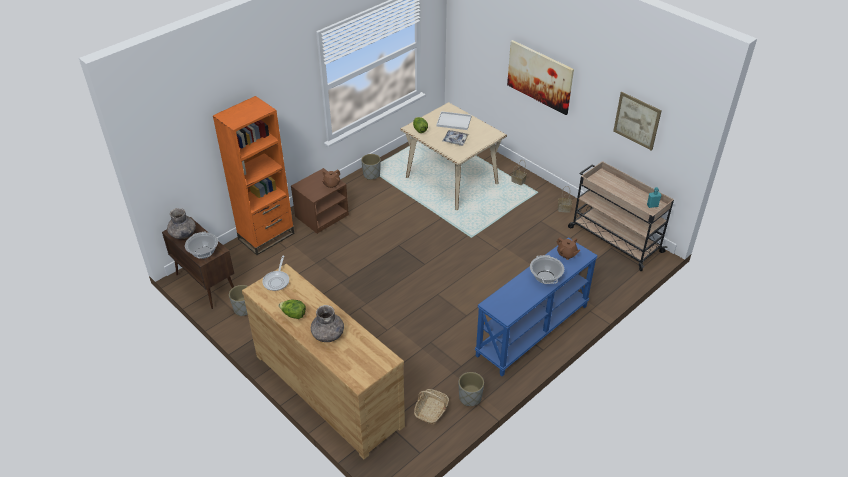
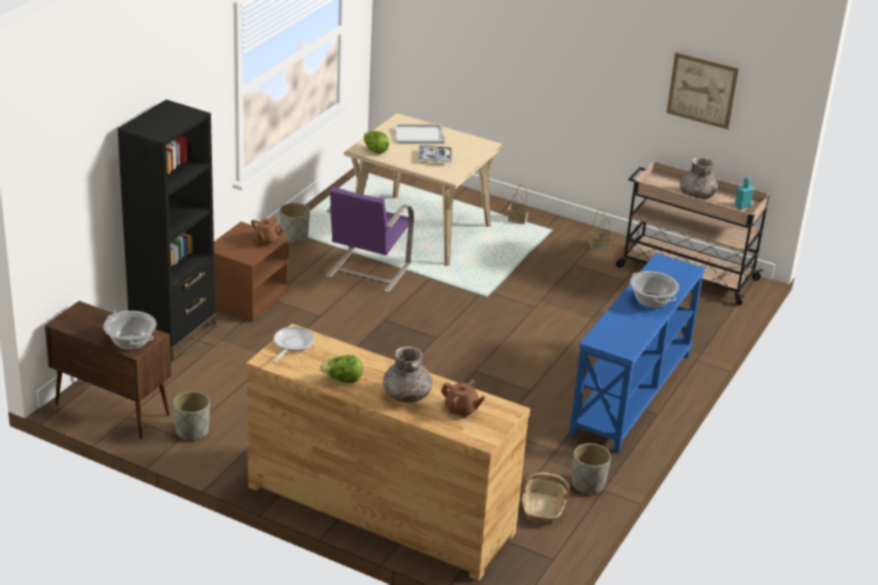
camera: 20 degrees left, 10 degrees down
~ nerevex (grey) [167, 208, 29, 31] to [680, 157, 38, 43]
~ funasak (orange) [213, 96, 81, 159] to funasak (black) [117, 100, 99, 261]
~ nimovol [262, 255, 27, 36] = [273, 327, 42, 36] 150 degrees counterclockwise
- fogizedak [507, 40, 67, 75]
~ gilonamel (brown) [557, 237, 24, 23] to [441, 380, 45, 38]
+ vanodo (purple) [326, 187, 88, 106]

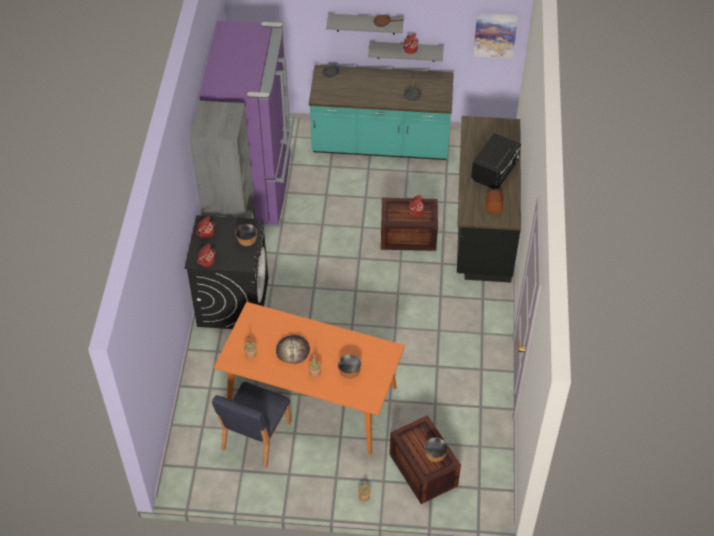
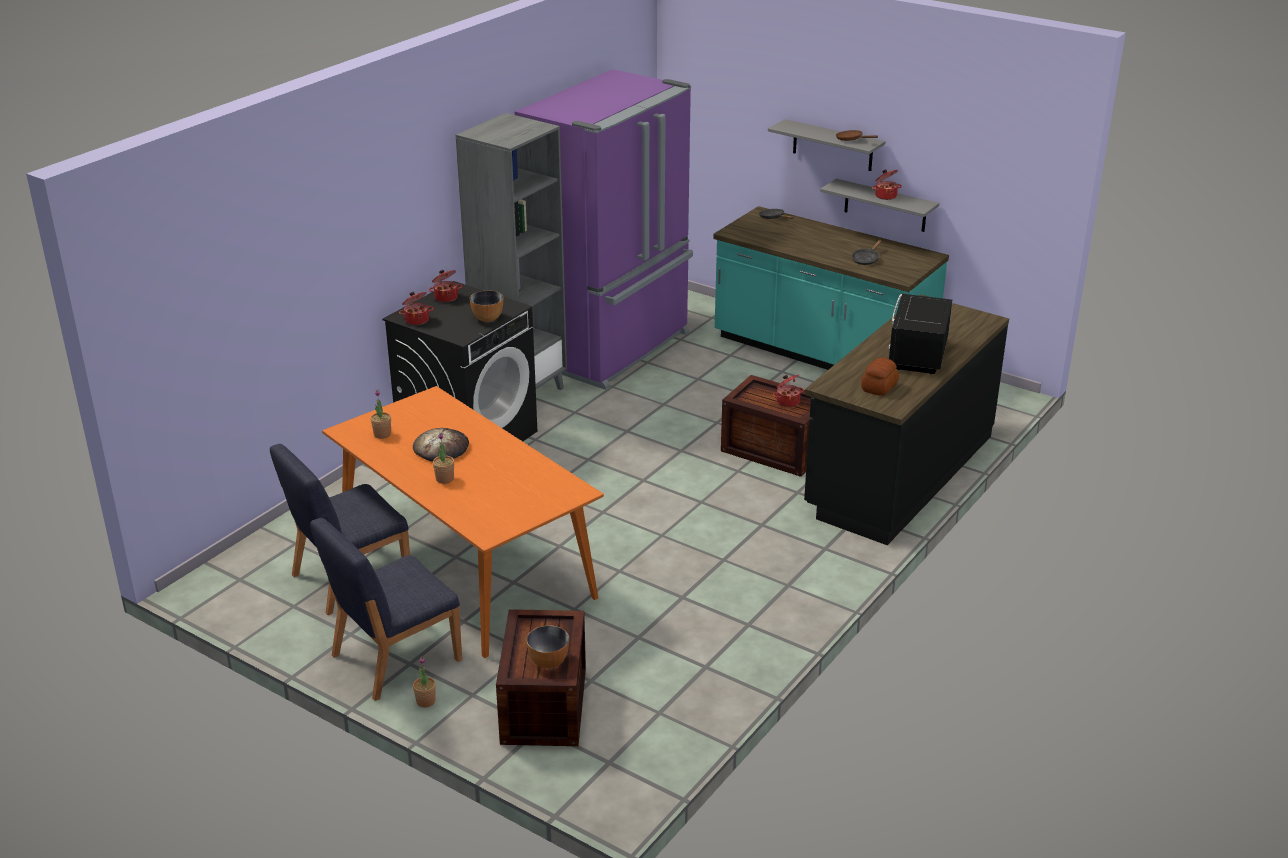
camera: 30 degrees right, 20 degrees down
- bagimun [338, 354, 23, 25]
~ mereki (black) [471, 133, 50, 56] = [888, 294, 64, 80] 135 degrees clockwise
- fogizedak [473, 13, 45, 46]
+ vanodo (blue) [310, 518, 152, 183]

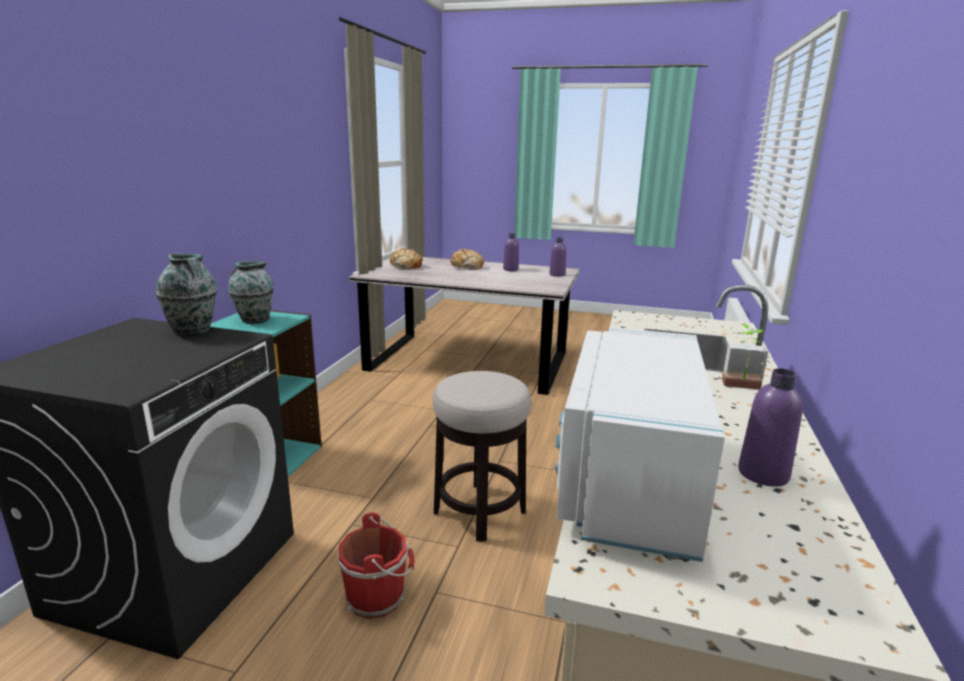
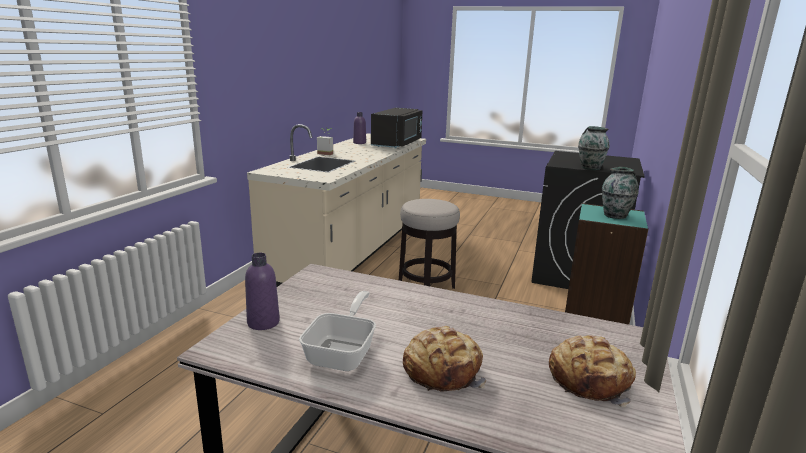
camera: 175 degrees left, 0 degrees up
- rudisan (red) [337, 513, 77, 106]
~ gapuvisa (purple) [503, 233, 16, 38] to nimovol [299, 291, 77, 80]
~ mereki (white) [555, 327, 170, 235] to mereki (black) [371, 108, 51, 41]

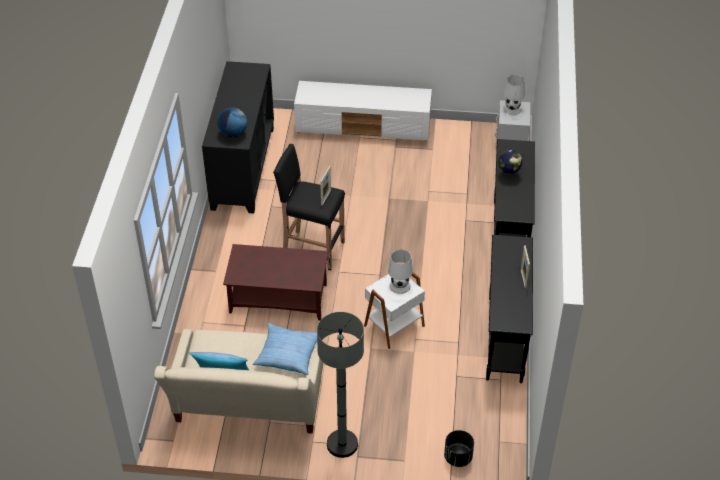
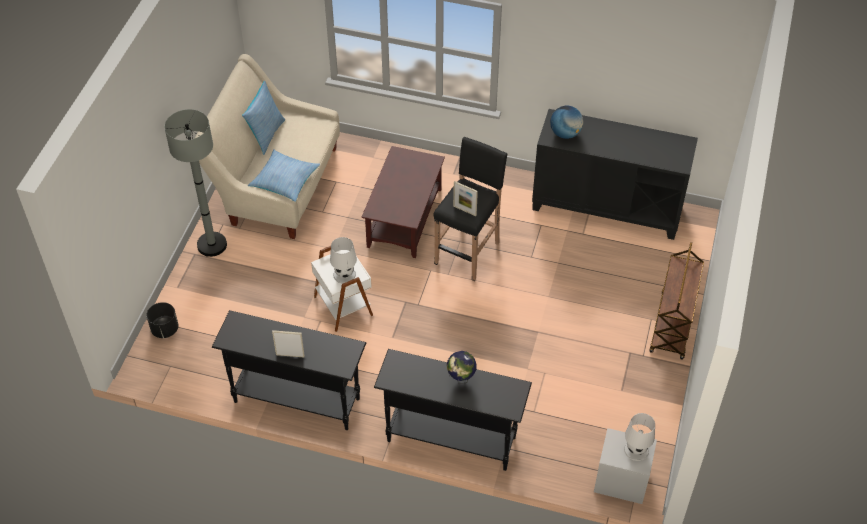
camera: 100 degrees right, 5 degrees up
~ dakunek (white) [294, 81, 138, 60] to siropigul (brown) [650, 242, 54, 118]

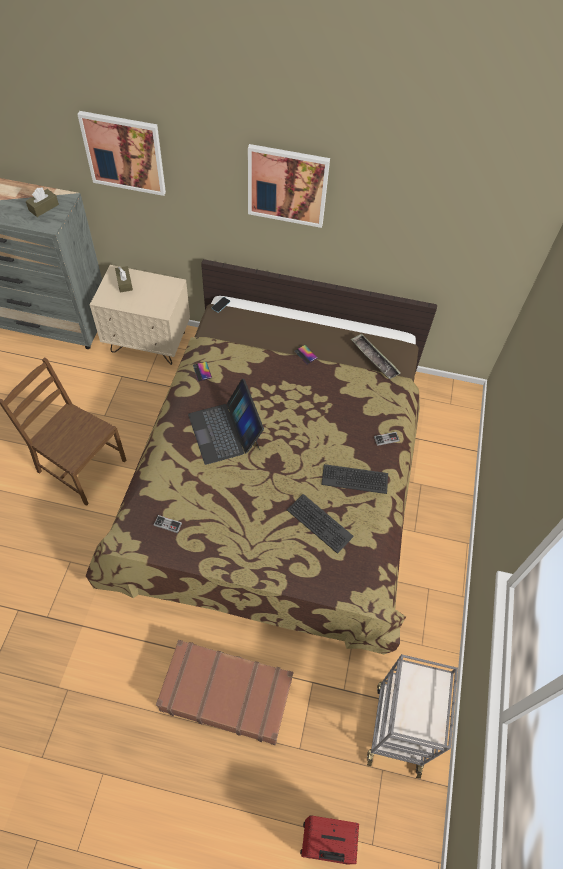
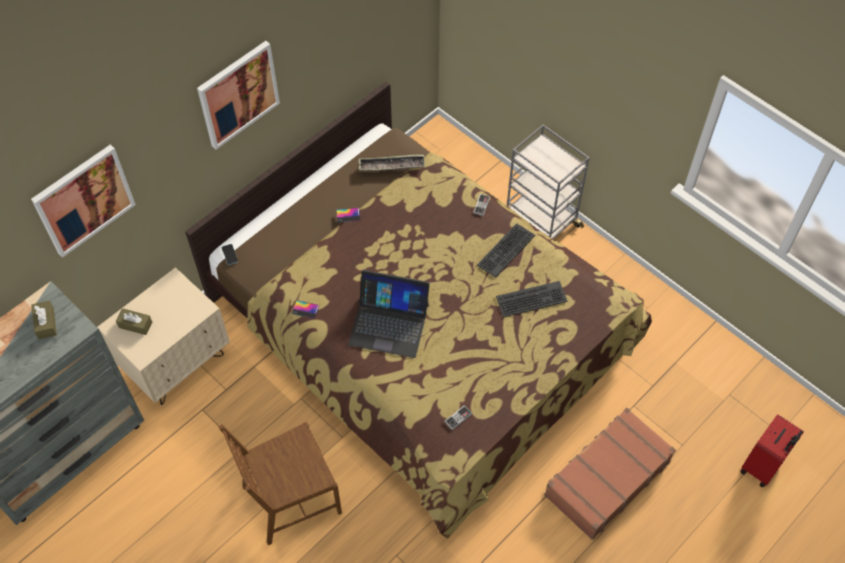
camera: 55 degrees left, 0 degrees up
~ siropigul (grey) [367, 654, 91, 125] to [507, 125, 83, 114]

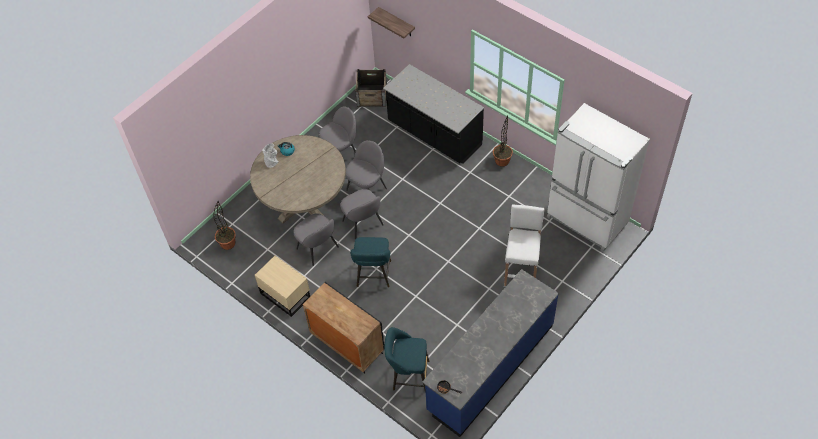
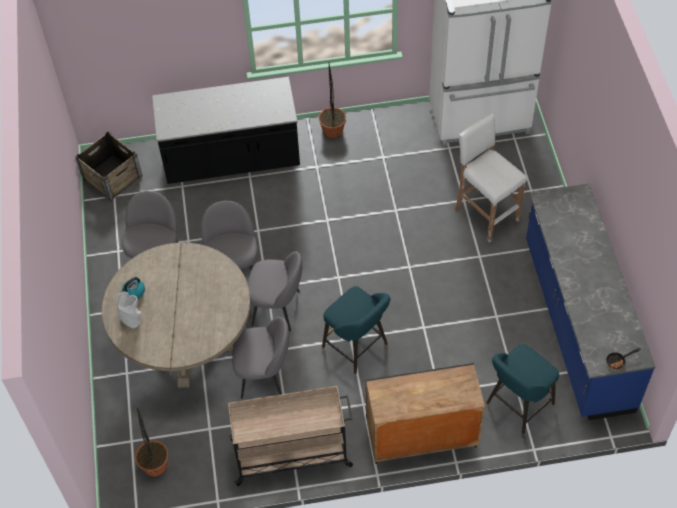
camera: 50 degrees left, 0 degrees up
~ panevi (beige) [255, 256, 55, 61] to siropigul (beige) [228, 386, 125, 100]
- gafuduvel [368, 7, 47, 31]

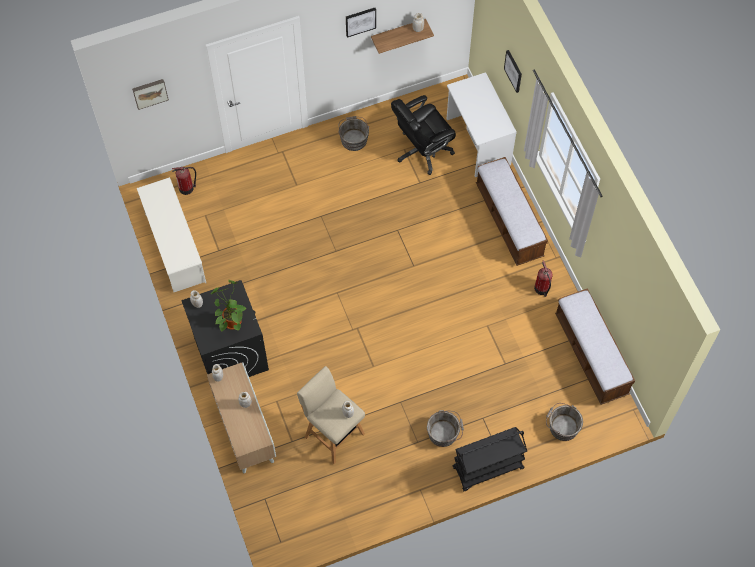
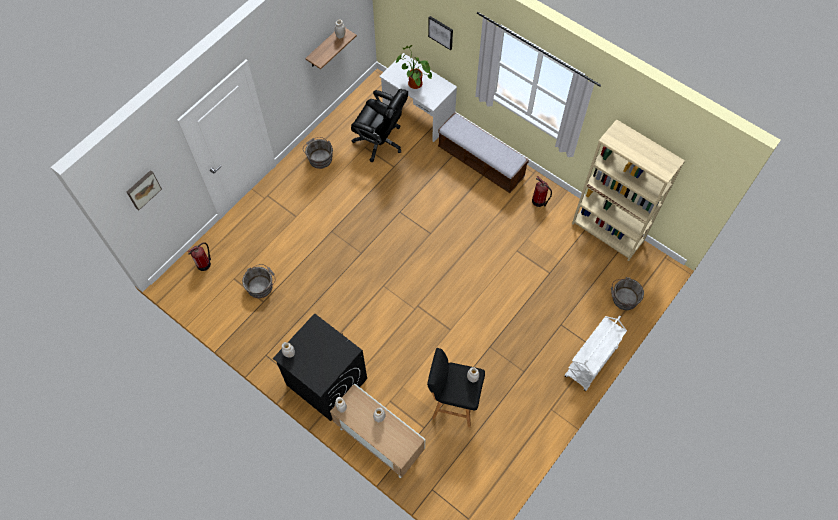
camera: 30 degrees left, 0 degrees up
- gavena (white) [137, 177, 69, 115]
~ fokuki [211, 280, 35, 51] to [396, 45, 36, 44]
~ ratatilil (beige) [297, 366, 68, 98] to ratatilil (black) [427, 348, 58, 80]
- fogizedak [346, 8, 30, 30]
~ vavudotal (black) [391, 95, 65, 80] = [351, 89, 57, 73] 90 degrees counterclockwise
~ rudisan (grey) [427, 410, 37, 37] to [242, 264, 34, 34]
~ siropigul (black) [453, 427, 74, 64] to siropigul (white) [564, 316, 63, 75]
~ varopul [555, 288, 80, 117] to funasak (beige) [572, 119, 113, 142]

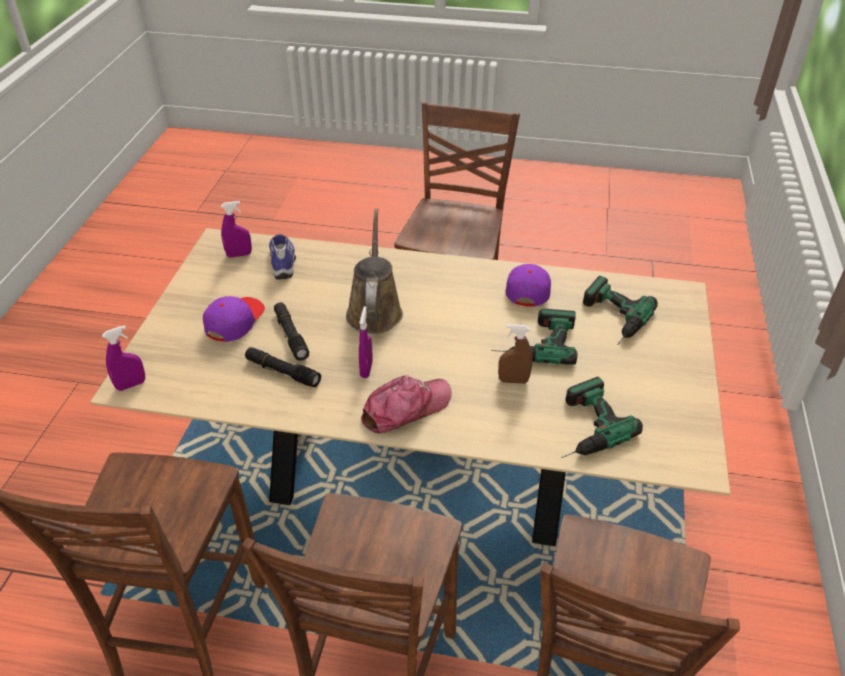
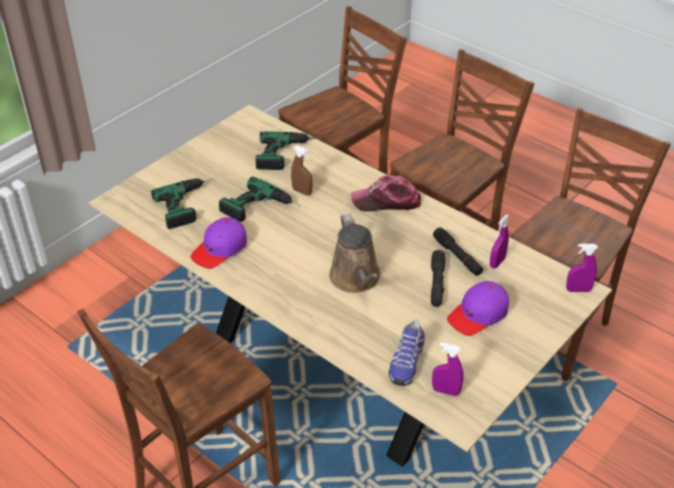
camera: 150 degrees left, 0 degrees up
~ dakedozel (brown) [346, 208, 57, 126] = [329, 213, 51, 80] 45 degrees counterclockwise
~ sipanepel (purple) [359, 306, 14, 72] to [490, 214, 20, 55]

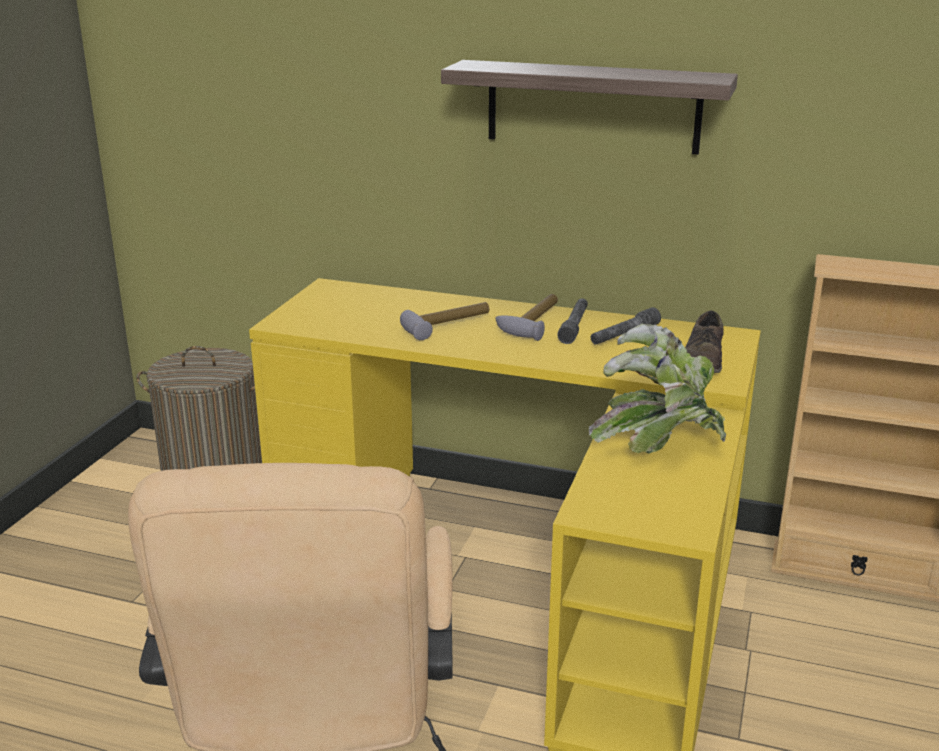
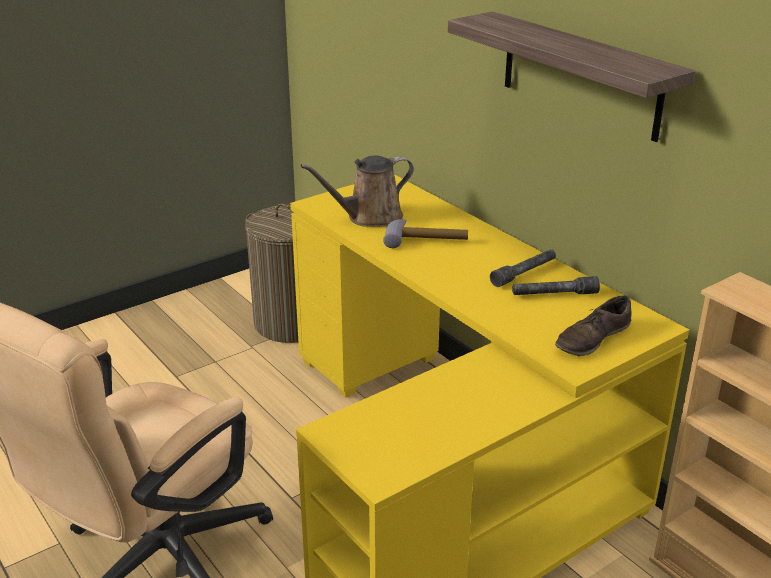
camera: 35 degrees right, 5 degrees up
- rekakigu [496, 294, 62, 47]
- fokuki [589, 324, 137, 130]
+ dakedozel (brown) [300, 155, 114, 72]

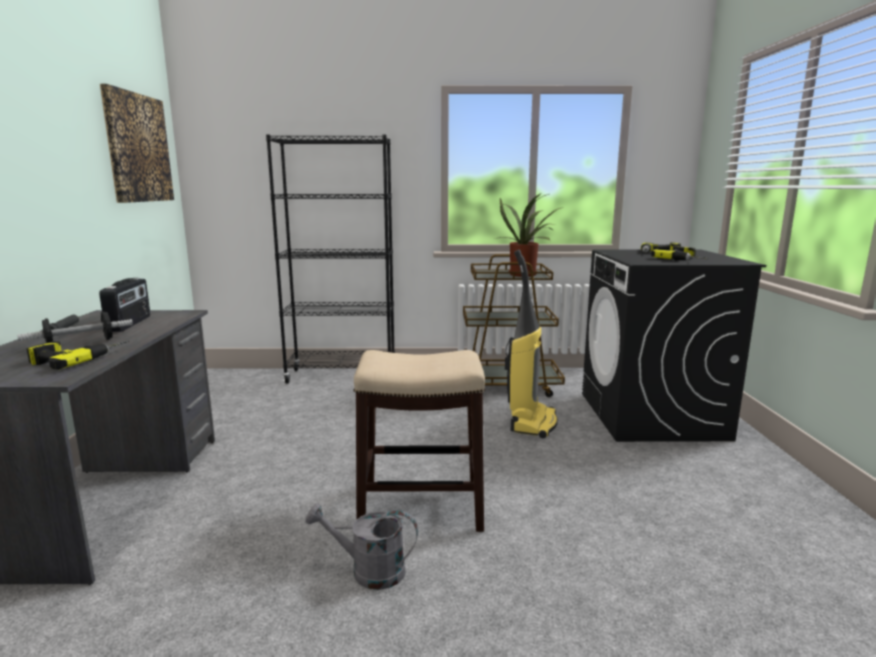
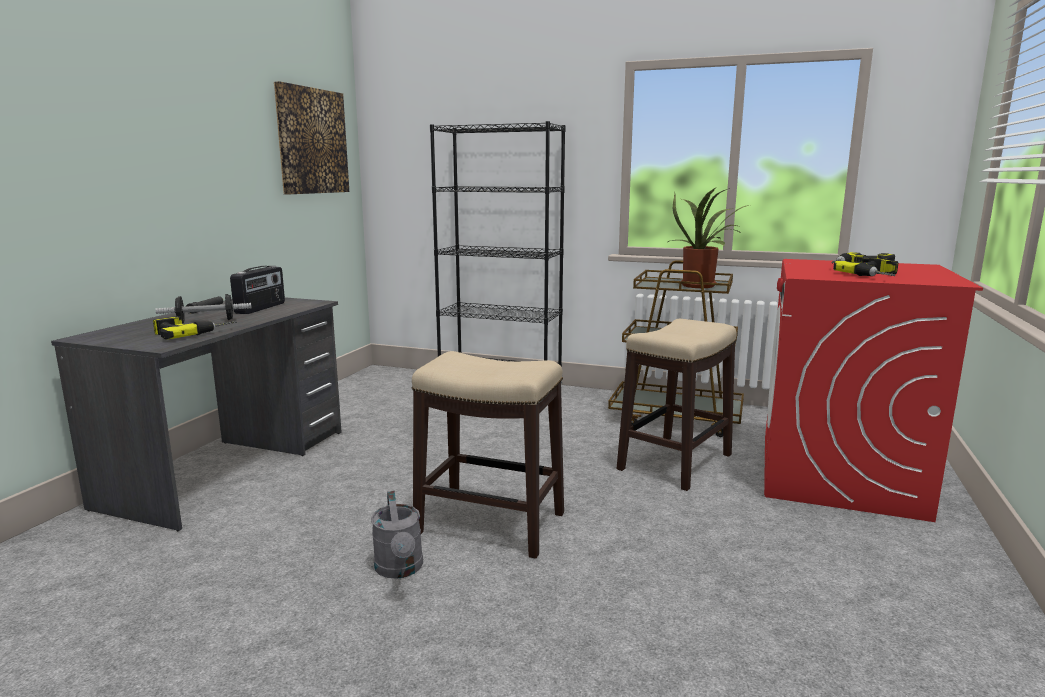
camera: 20 degrees right, 0 degrees up
~ dakedozel (grey) [305, 503, 113, 87] = [371, 491, 52, 88] 135 degrees counterclockwise
~ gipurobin [505, 250, 53, 189] to ratatilil [616, 318, 121, 173]
~ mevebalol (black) [582, 250, 184, 192] to mevebalol (red) [764, 259, 219, 263]

